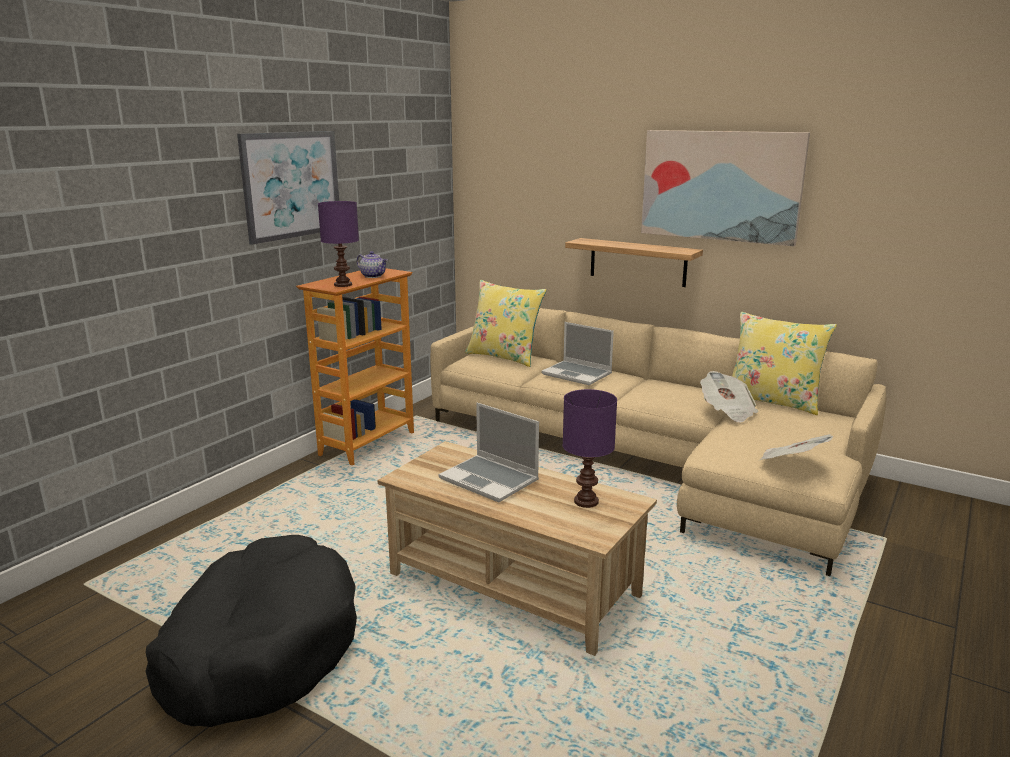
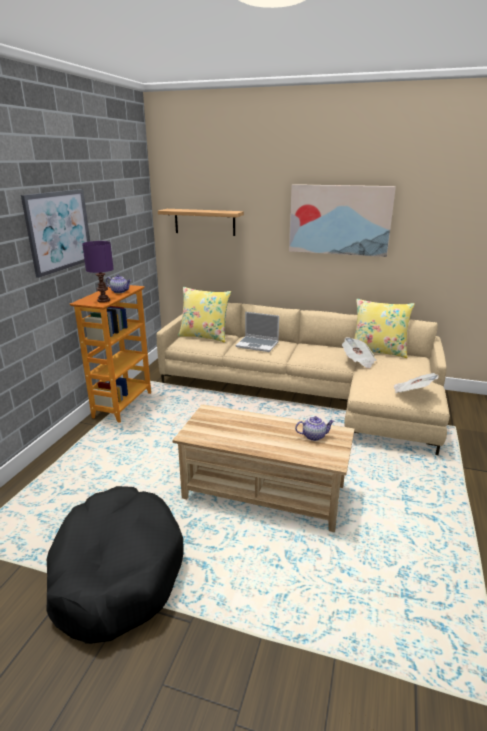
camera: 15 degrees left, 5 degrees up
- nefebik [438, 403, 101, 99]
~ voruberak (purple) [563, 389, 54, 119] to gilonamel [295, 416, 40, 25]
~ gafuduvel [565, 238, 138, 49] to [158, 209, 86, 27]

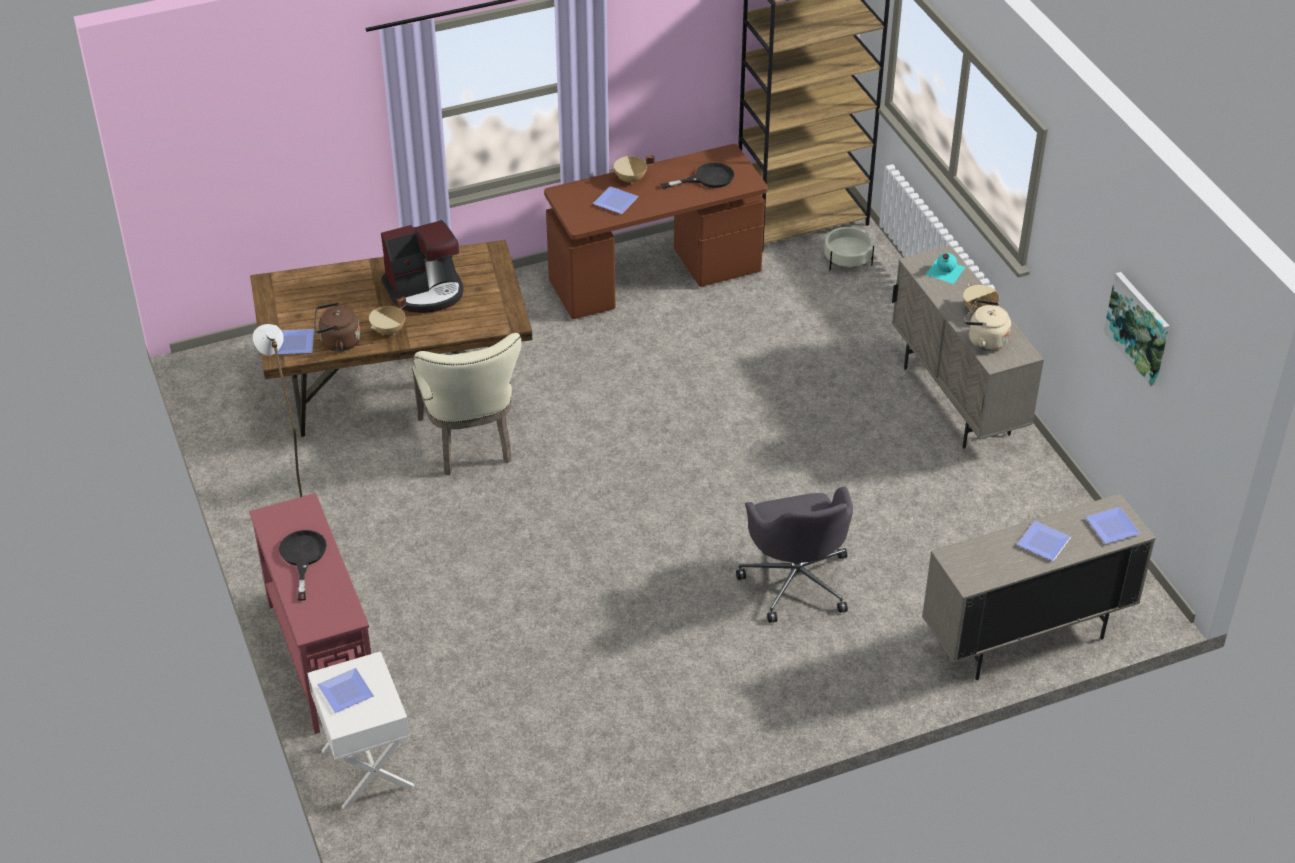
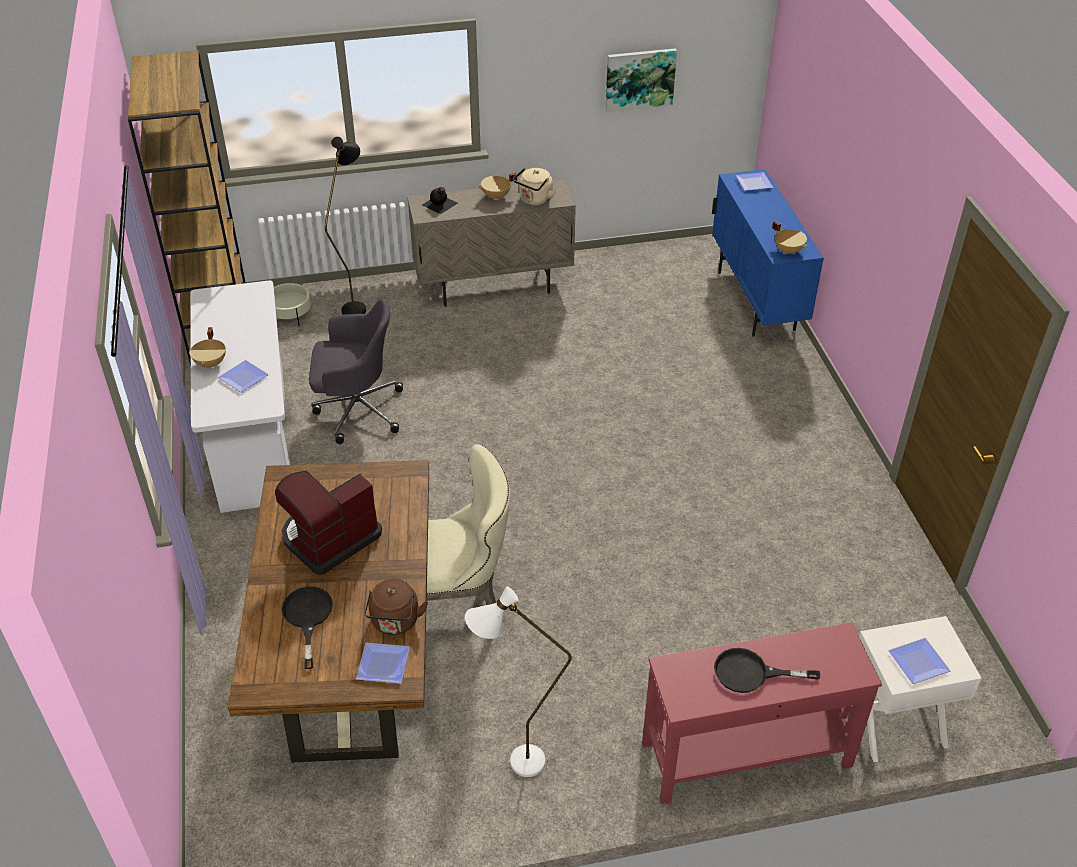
camera: 80 degrees left, 0 degrees up
~ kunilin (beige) [369, 297, 37, 39] to [772, 221, 35, 33]
~ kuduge [381, 220, 83, 93] = [275, 471, 107, 104] 120 degrees counterclockwise
~ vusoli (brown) [544, 144, 224, 175] to vusoli (white) [190, 280, 100, 233]
~ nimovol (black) [660, 162, 74, 27] to [282, 587, 51, 82]
~ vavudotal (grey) [736, 486, 117, 137] to [309, 299, 94, 145]
~ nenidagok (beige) [922, 494, 234, 186] to nenidagok (blue) [712, 169, 112, 168]
~ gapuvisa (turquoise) [925, 253, 40, 31] to gapuvisa (black) [422, 187, 36, 27]
- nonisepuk [1017, 521, 54, 40]
+ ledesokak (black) [325, 137, 41, 178]

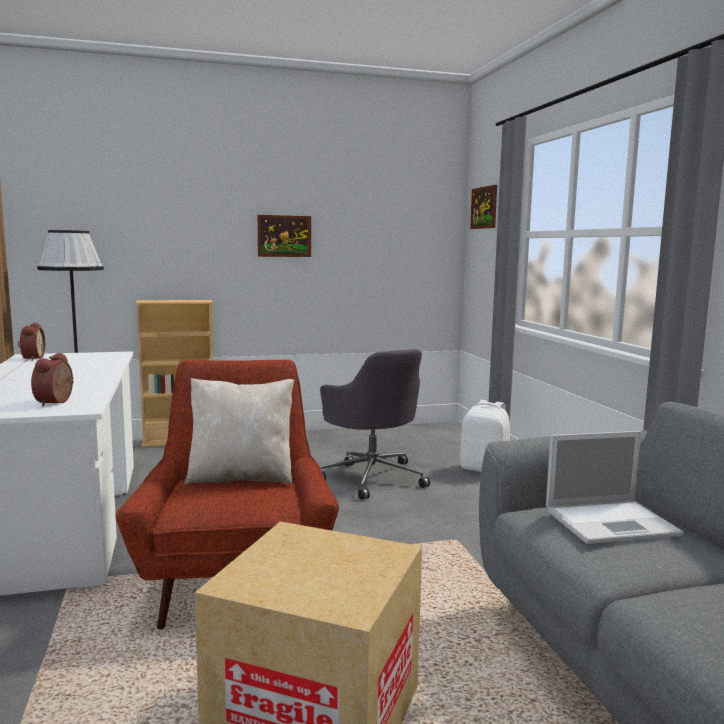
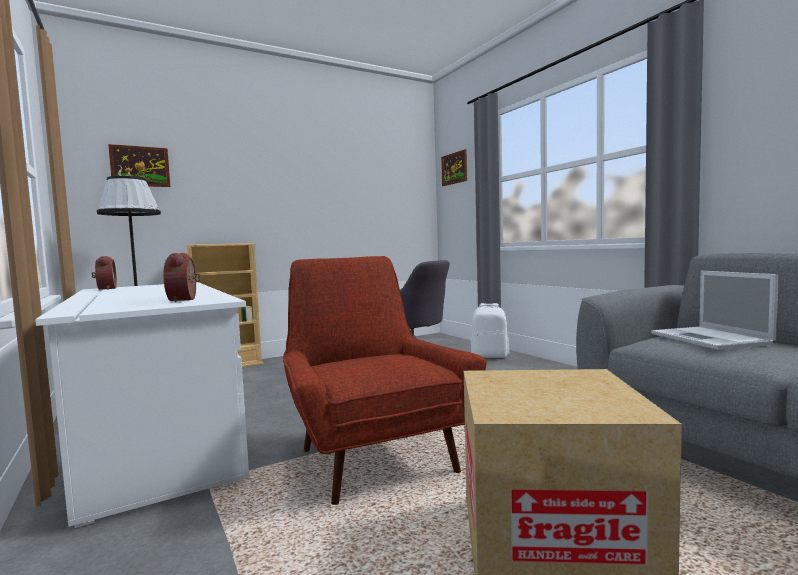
camera: 15 degrees left, 5 degrees down
- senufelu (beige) [184, 378, 110, 106]
~ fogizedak [257, 215, 54, 42] to [108, 144, 62, 43]
~ nefebik [546, 431, 138, 113] = [651, 271, 128, 79] 105 degrees clockwise

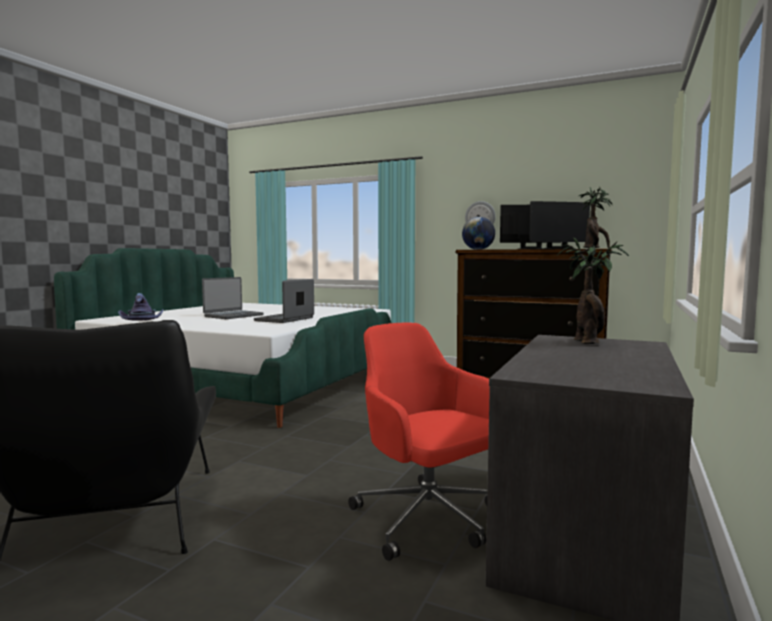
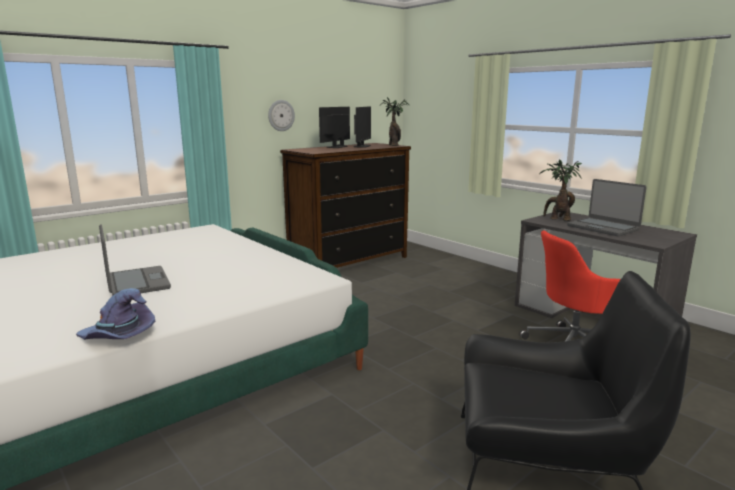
camera: 65 degrees left, 10 degrees up
~ nefebik [254, 279, 60, 44] to [567, 179, 79, 57]
- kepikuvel [462, 217, 33, 33]

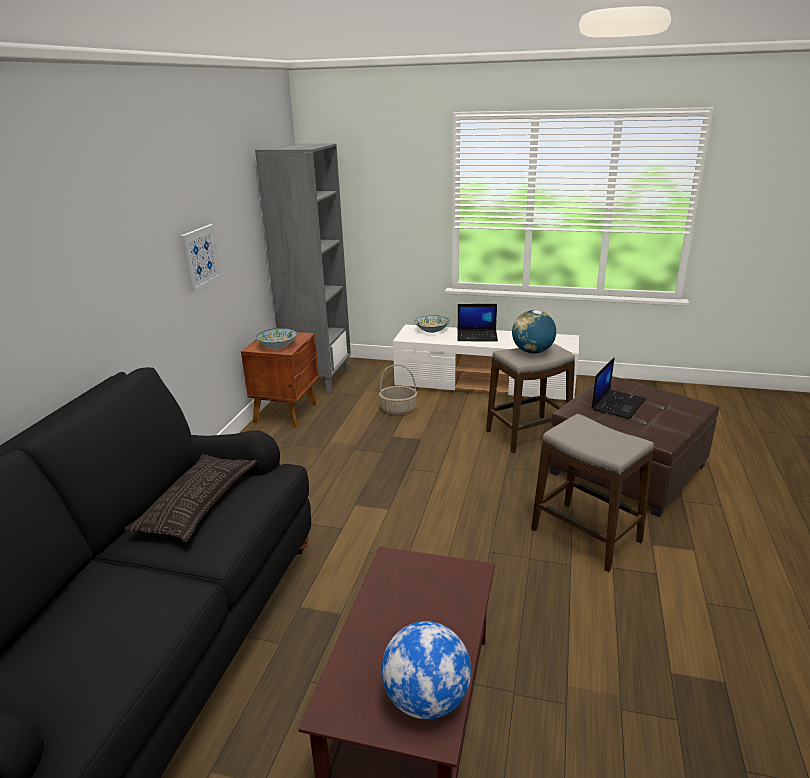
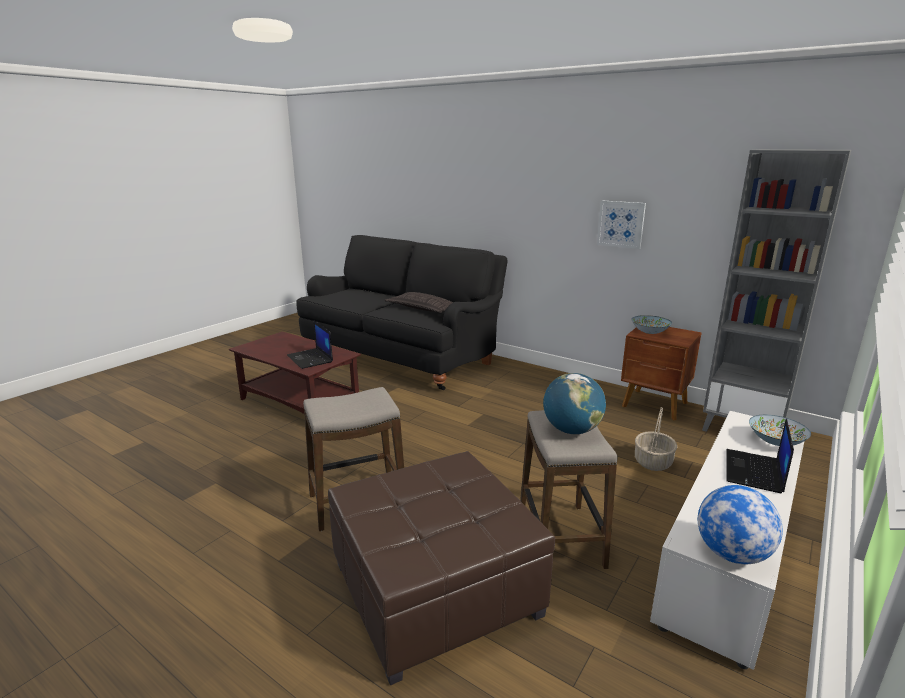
camera: 110 degrees right, 5 degrees down
~ kepikuvel [382, 621, 89, 98] to [698, 485, 85, 79]
~ nefebik [592, 357, 54, 62] to [287, 320, 46, 49]

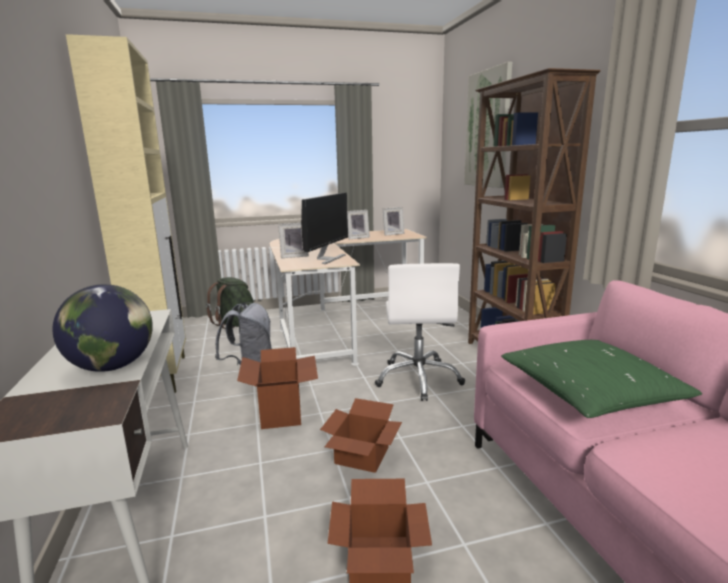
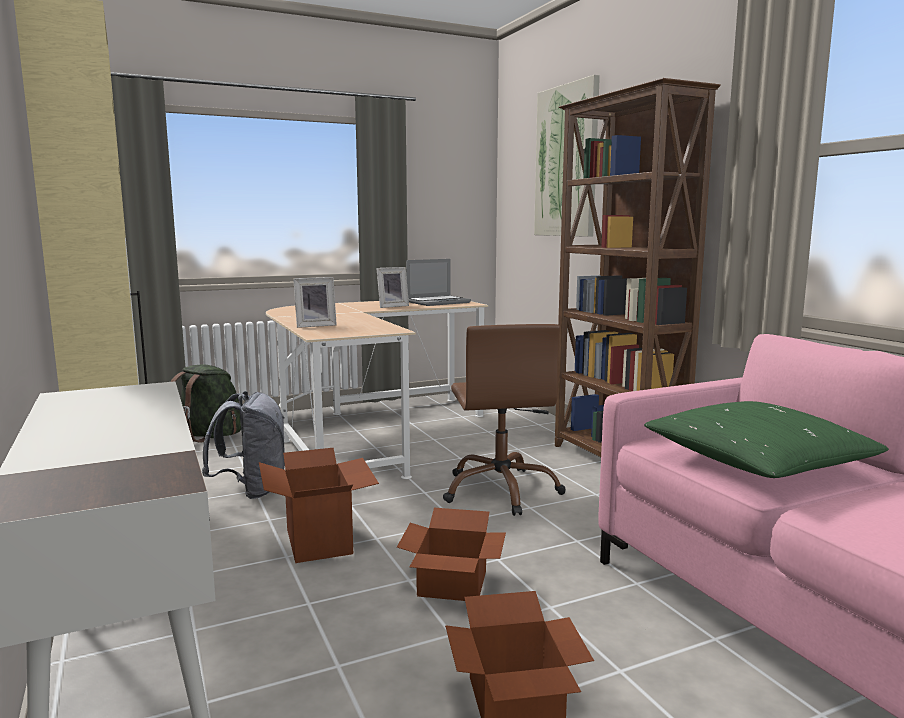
camera: 10 degrees left, 5 degrees down
- kepikuvel [52, 284, 101, 88]
- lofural [301, 193, 47, 71]
~ vavudotal (white) [375, 263, 90, 138] to vavudotal (brown) [443, 324, 123, 192]
~ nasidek [383, 207, 21, 29] to nefebik [406, 259, 65, 47]

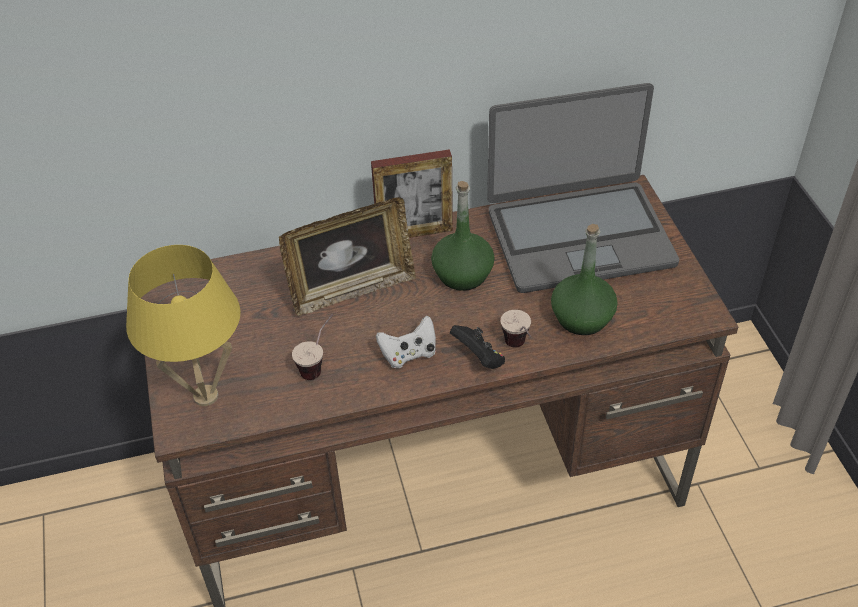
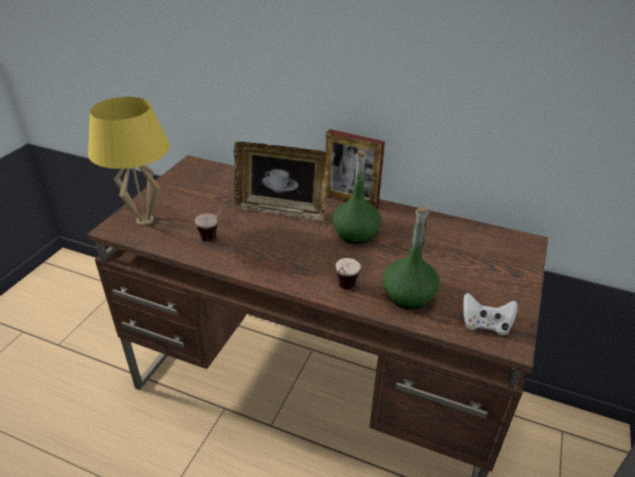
camera: 35 degrees right, 10 degrees down
~ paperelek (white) [376, 316, 60, 52] to [463, 293, 54, 42]
- paperelek (black) [450, 325, 55, 44]
- nefebik [487, 83, 192, 210]

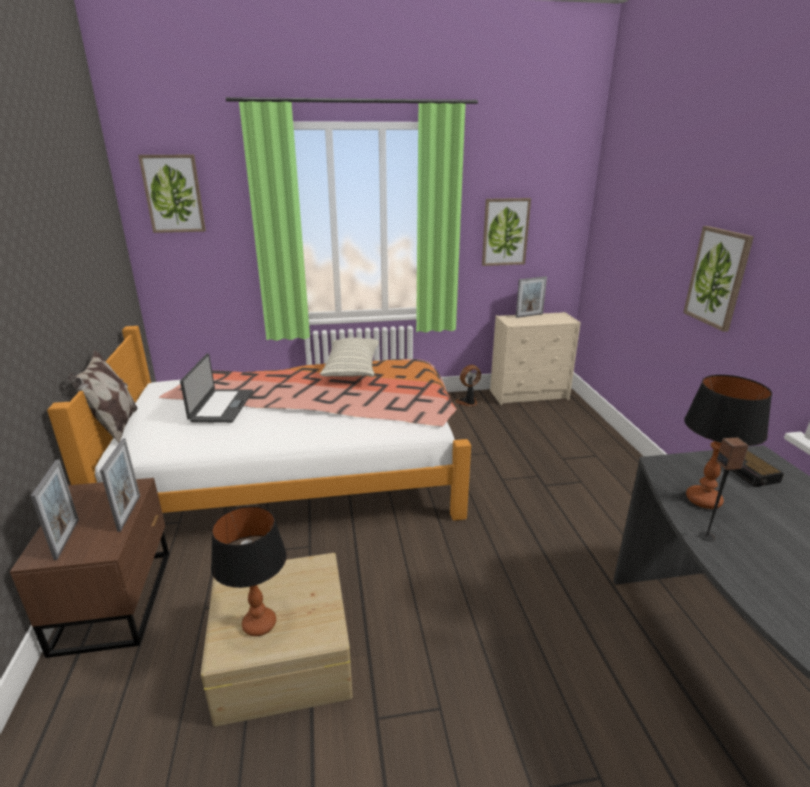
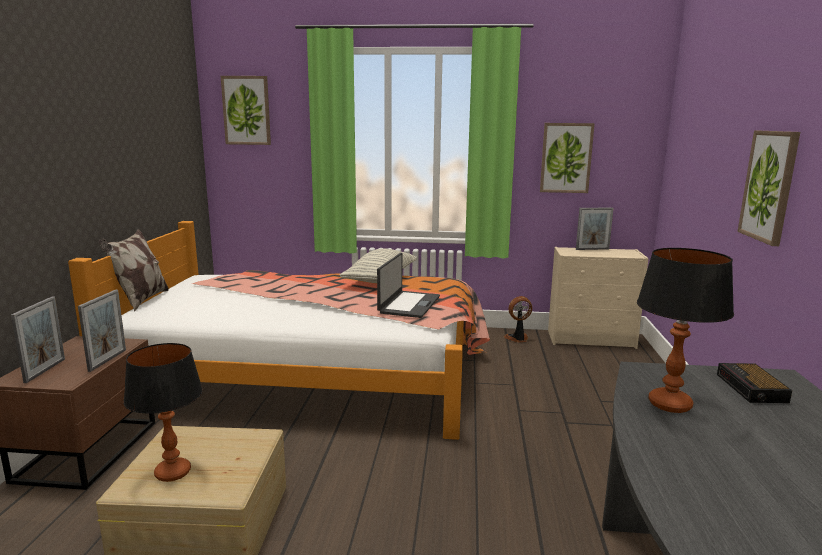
camera: 15 degrees right, 10 degrees down
~ nefebik [180, 353, 73, 70] to [377, 253, 63, 65]
- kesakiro [699, 437, 50, 105]

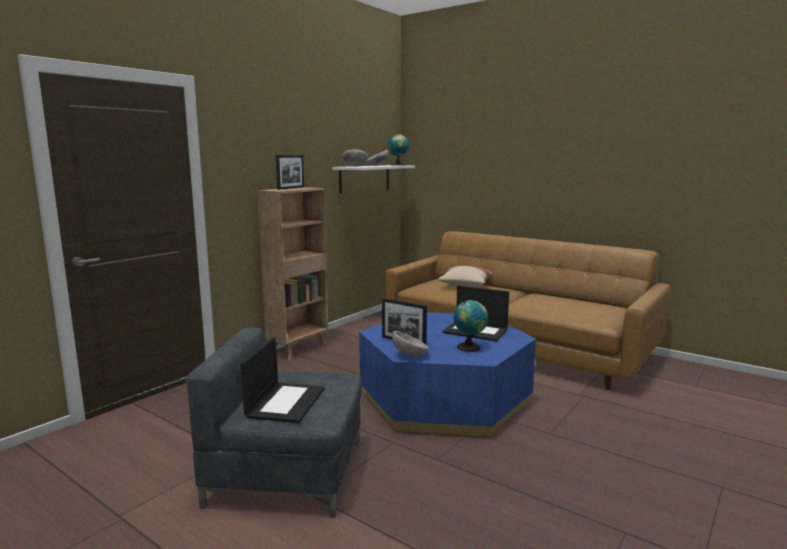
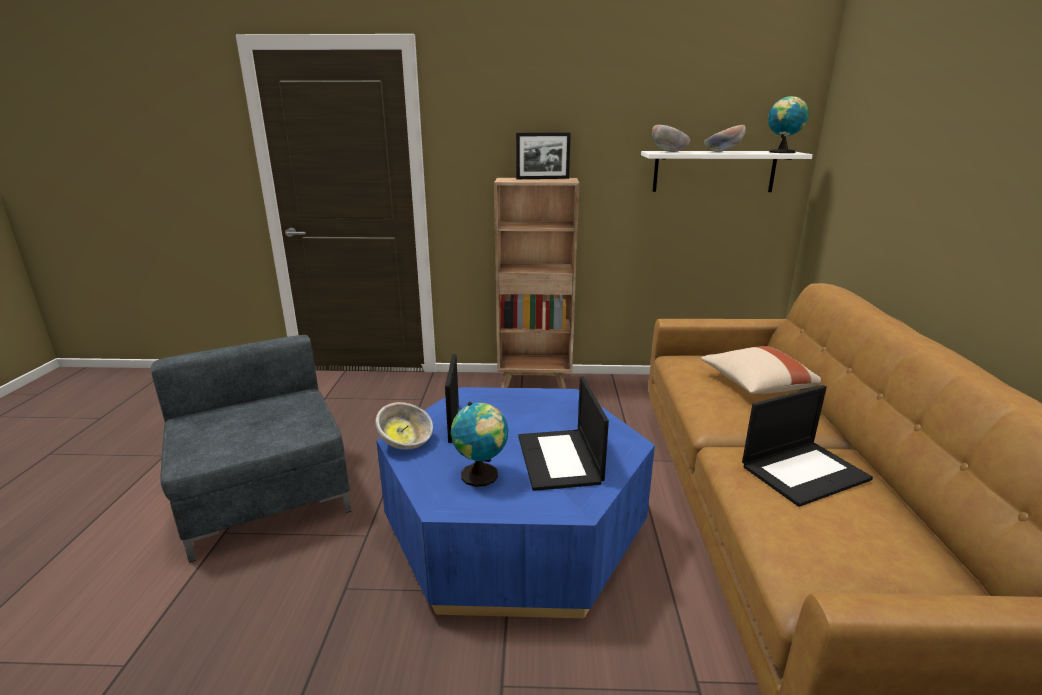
camera: 55 degrees right, 10 degrees up
~ nefebik [241, 337, 84, 86] to [742, 385, 131, 122]

